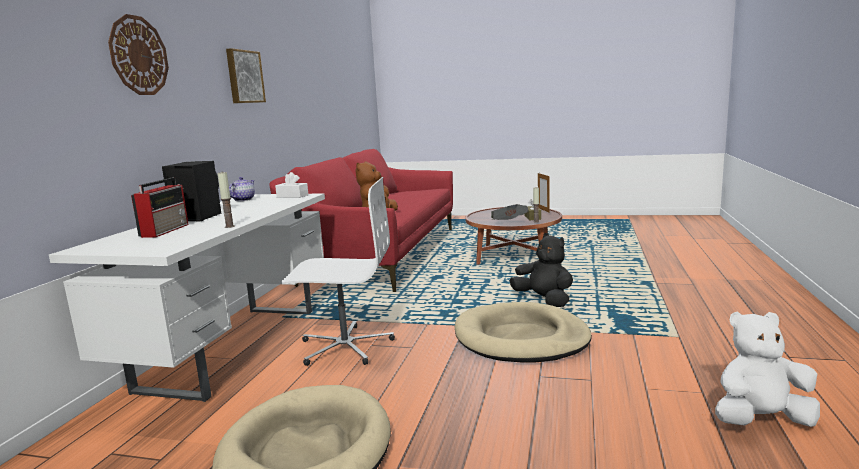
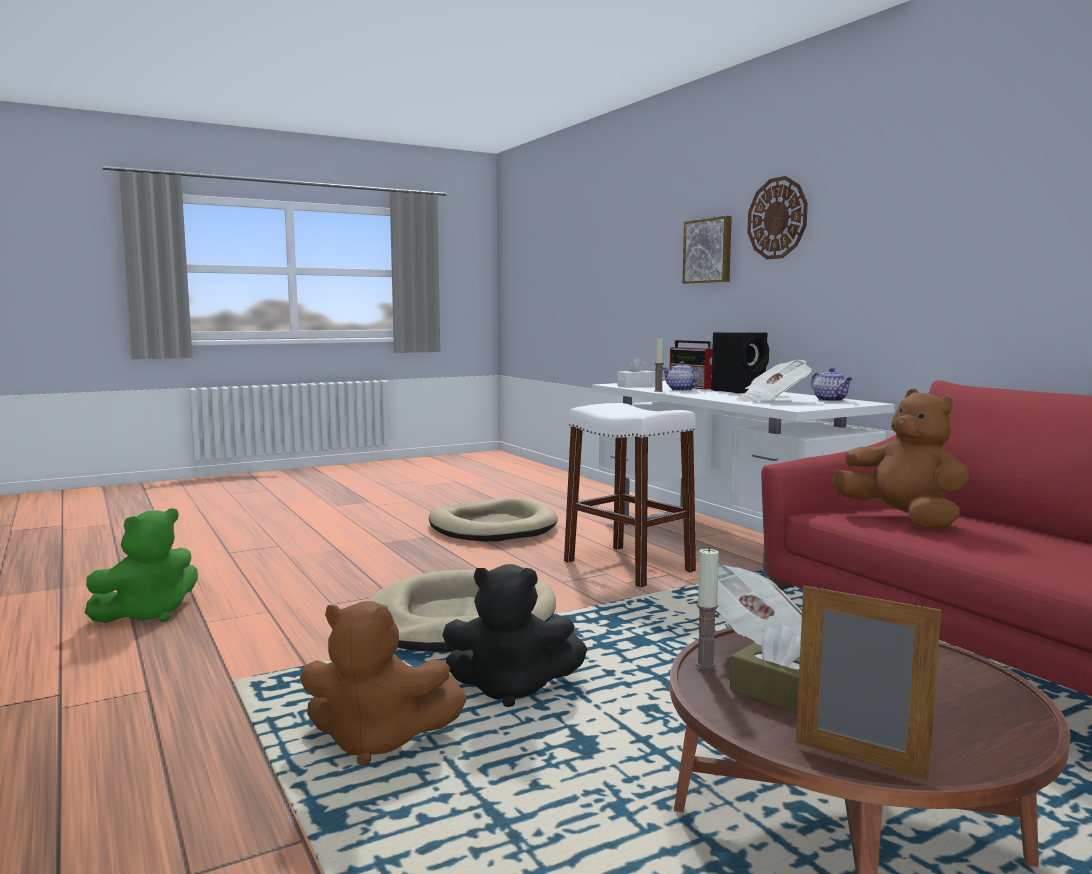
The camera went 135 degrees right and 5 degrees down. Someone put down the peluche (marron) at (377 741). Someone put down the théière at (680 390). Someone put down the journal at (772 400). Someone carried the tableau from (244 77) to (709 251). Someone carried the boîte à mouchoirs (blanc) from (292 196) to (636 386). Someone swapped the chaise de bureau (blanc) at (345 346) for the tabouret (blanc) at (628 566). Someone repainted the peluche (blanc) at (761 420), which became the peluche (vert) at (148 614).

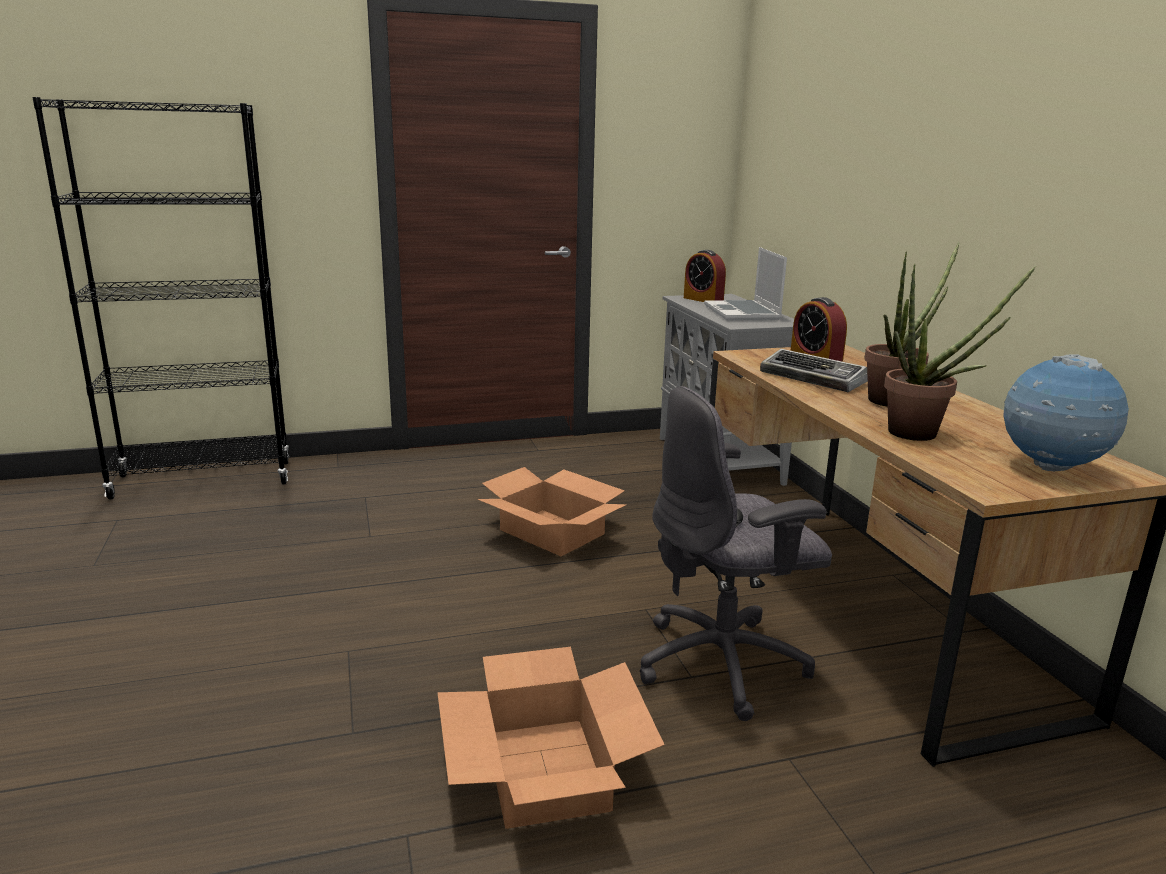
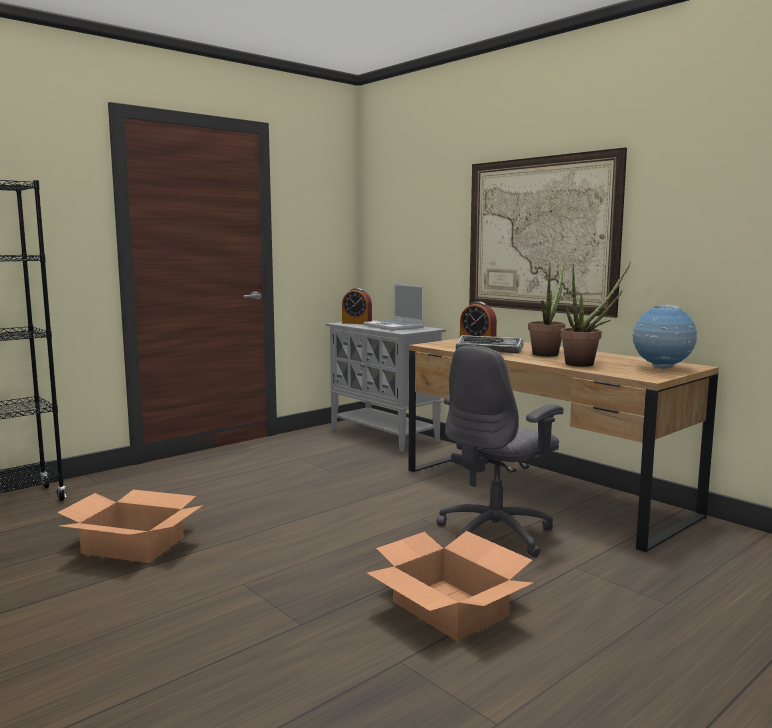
The camera went 25 degrees left and 10 degrees down. Someone put up the tableau at (540 235). Someone carried the carton from (552 532) to (133 545).

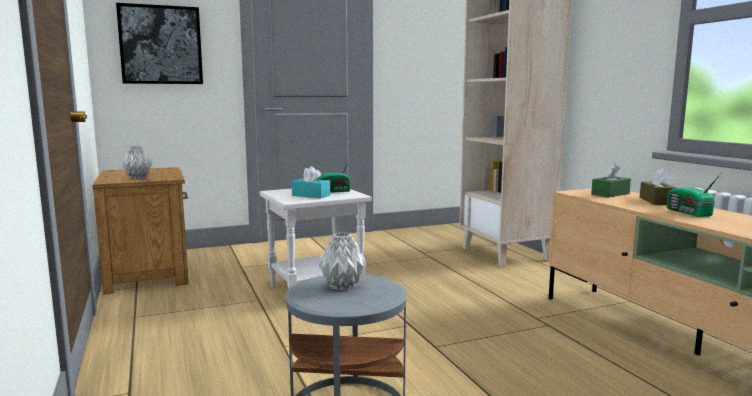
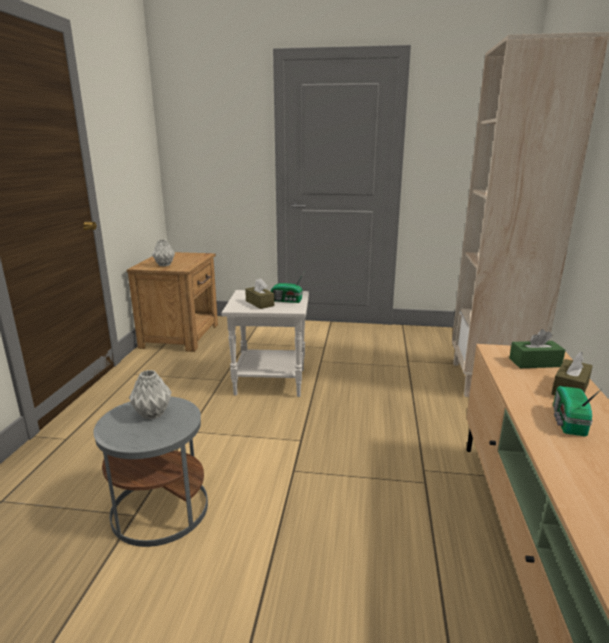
The camera went 30 degrees right and 10 degrees up. Someone took away the tableau at (161 45). Someone repainted the boîte à mouchoirs (turquoise) at (311 195), which became the boîte à mouchoirs (marron) at (259 303).

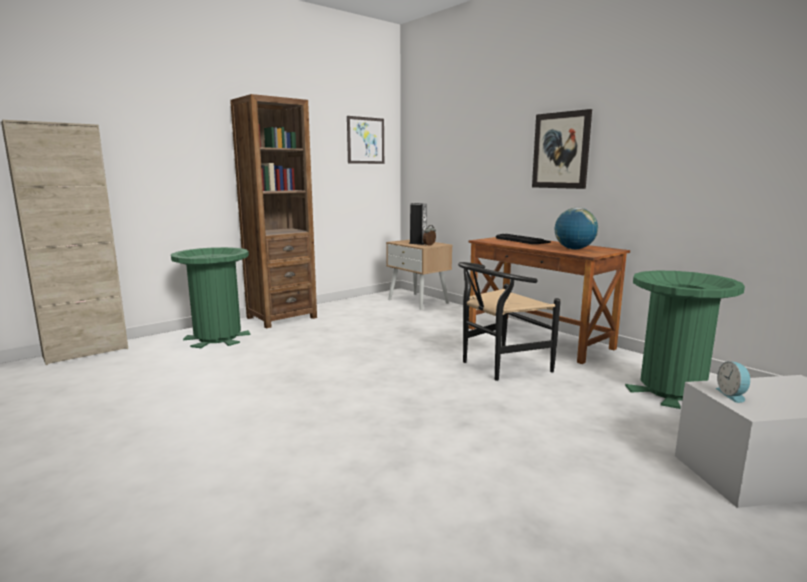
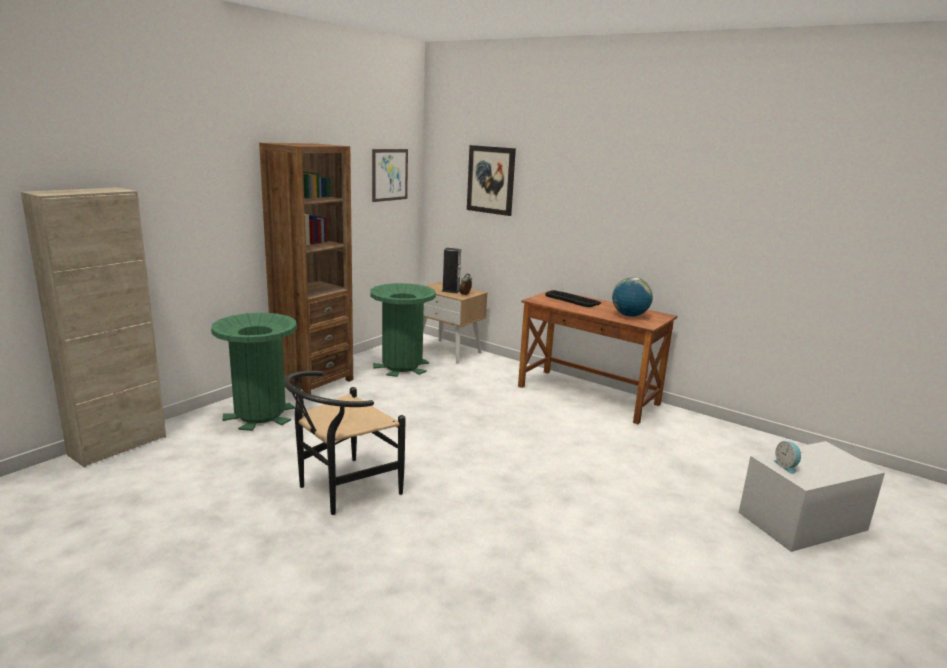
The camera went 15 degrees left and 5 degrees up. Someone carried the chaise (noir) from (498 366) to (341 490). Someone carried the tableau from (561 150) to (491 180). Someone carried the poubelle (vert) from (671 390) to (402 366).

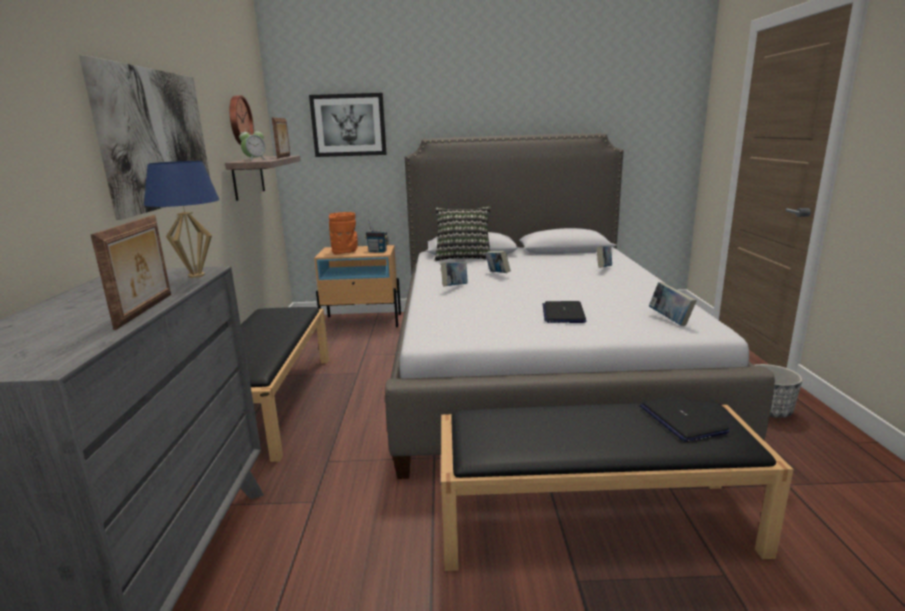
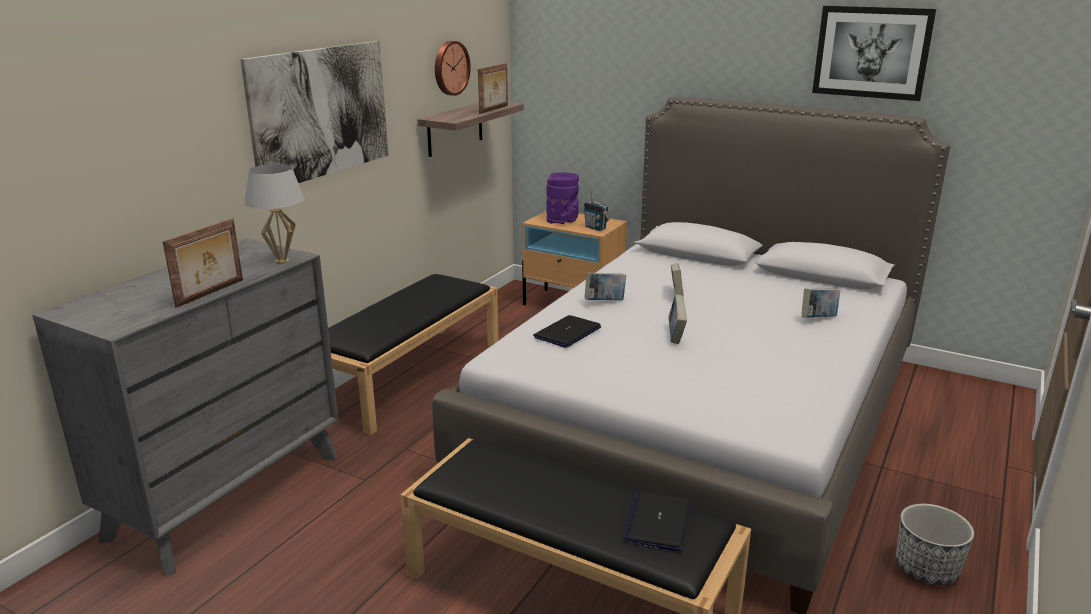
The camera went 30 degrees right and 5 degrees up. Someone took away the réveil at (255 159). Someone took away the coussin at (463 257). Someone carried the tableau from (348 125) to (871 52). Someone carried the ordinateur portable from (563 313) to (567 332). Someone carried the livre from (670 320) to (675 335). Someone repainted the lampe de table (bleu) at (196 275), which became the lampe de table (blanc) at (283 261). Someone repainted the vase (orange) at (345 251), which became the vase (violet) at (562 220).

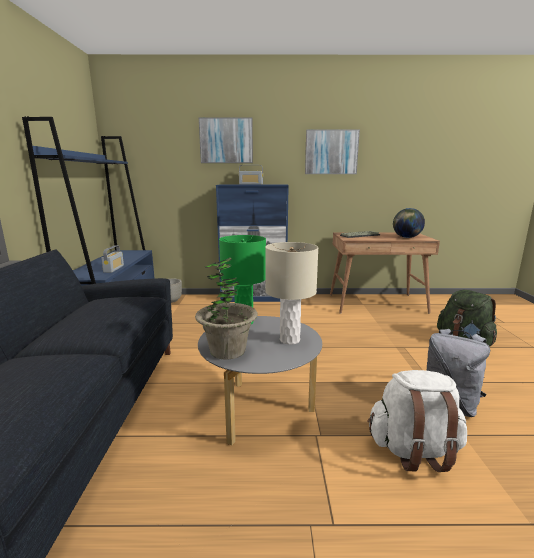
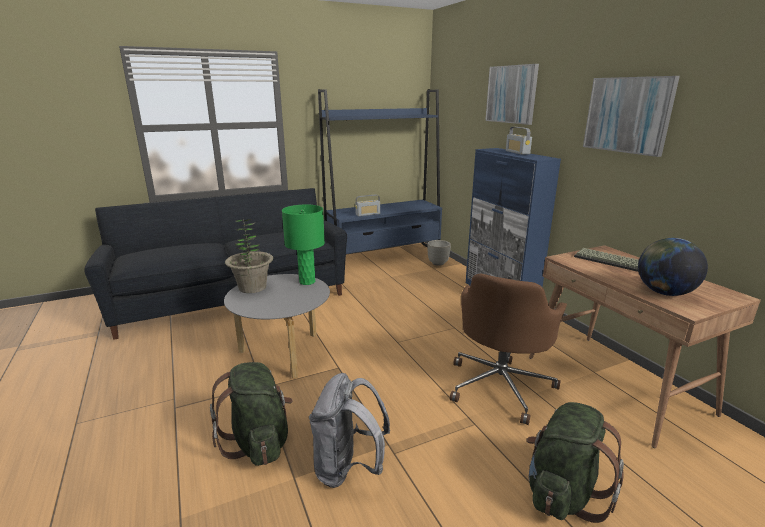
The camera went 65 degrees right and 5 degrees up. Someone took away the lampe de table (beige) at (290 340). Someone put down the chaise de bureau (marron) at (500 385). Someone repainted the sac à dos (blanc) at (414 450), which became the sac à dos (vert) at (259 442).

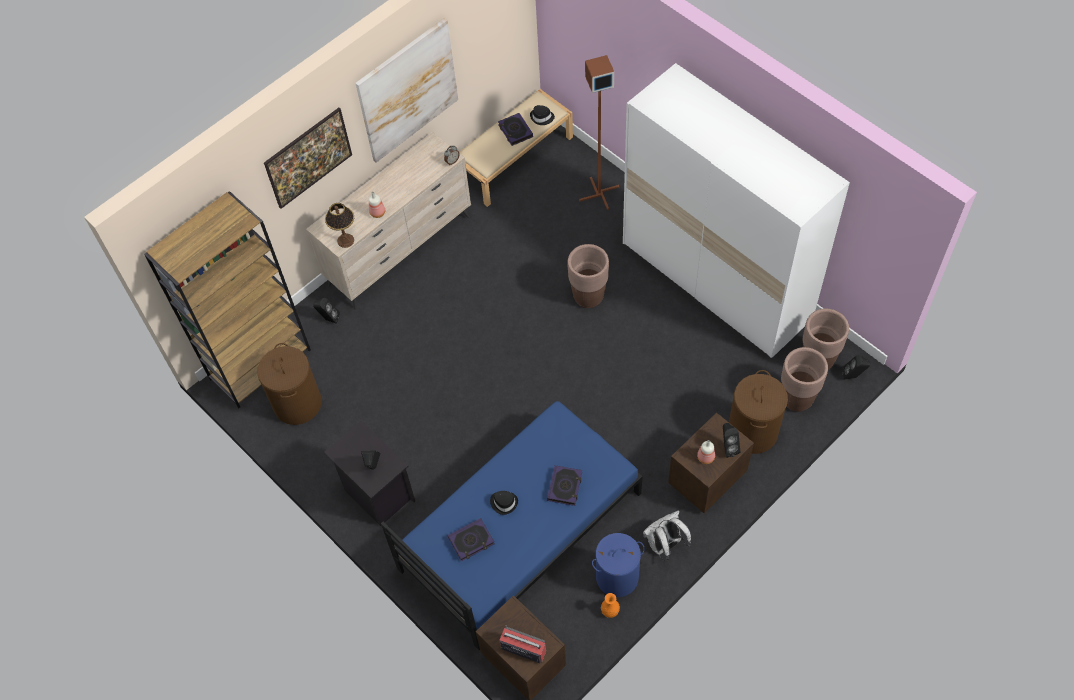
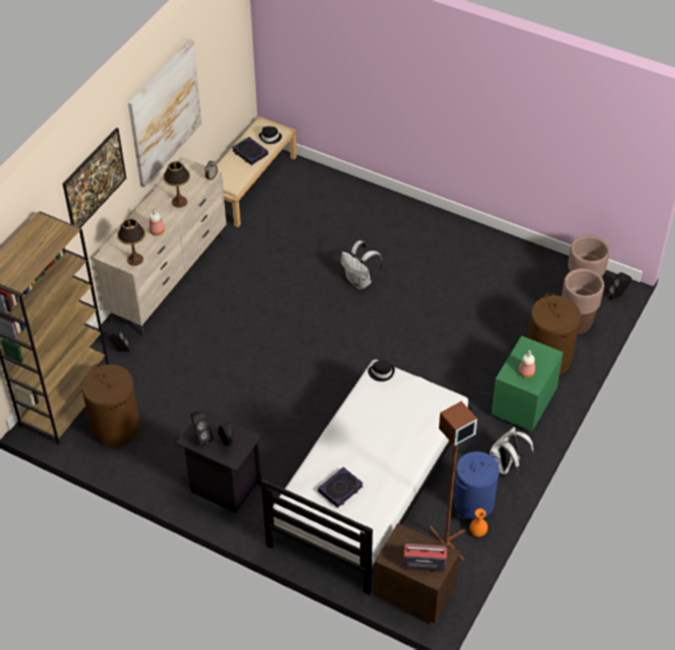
The camera went 20 degrees left and 10 degrees down. Someone took away the livre at (565 487). Someone took away the armoire (blanc) at (716 281). Someone put down the lampe de table at (179 202). Someone carried the chapeau (noir) from (504 502) to (381 372). Someone carried the lampadaire (marron) from (598 193) to (445 543). Someone carried the enceinte (noir) from (728 447) to (201 438). Someone swapped the cache-pot (marron) at (588 296) for the sac à dos (blanc) at (360 281). Someone repainted the lit (bleu) at (520 530), which became the lit (blanc) at (370 486). Someone repainted the table de chevet (marron) at (705 479), which became the table de chevet (vert) at (522 405).

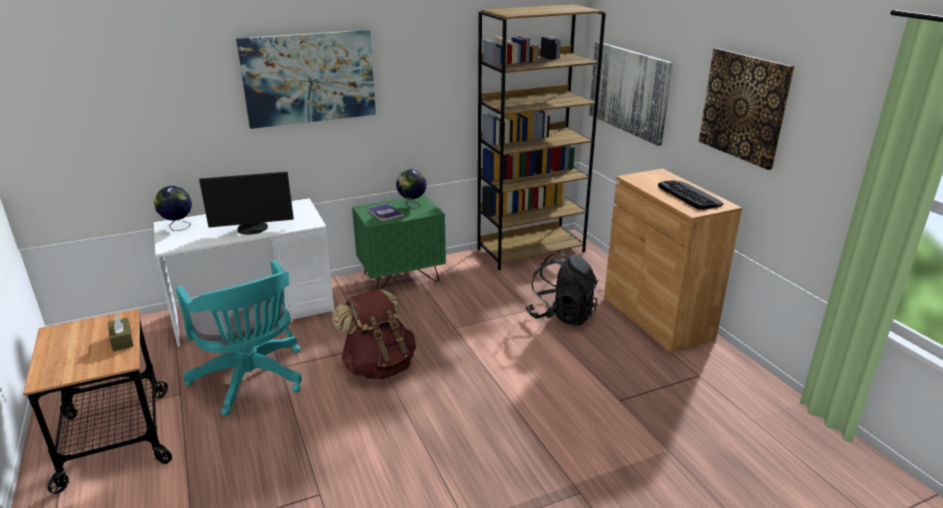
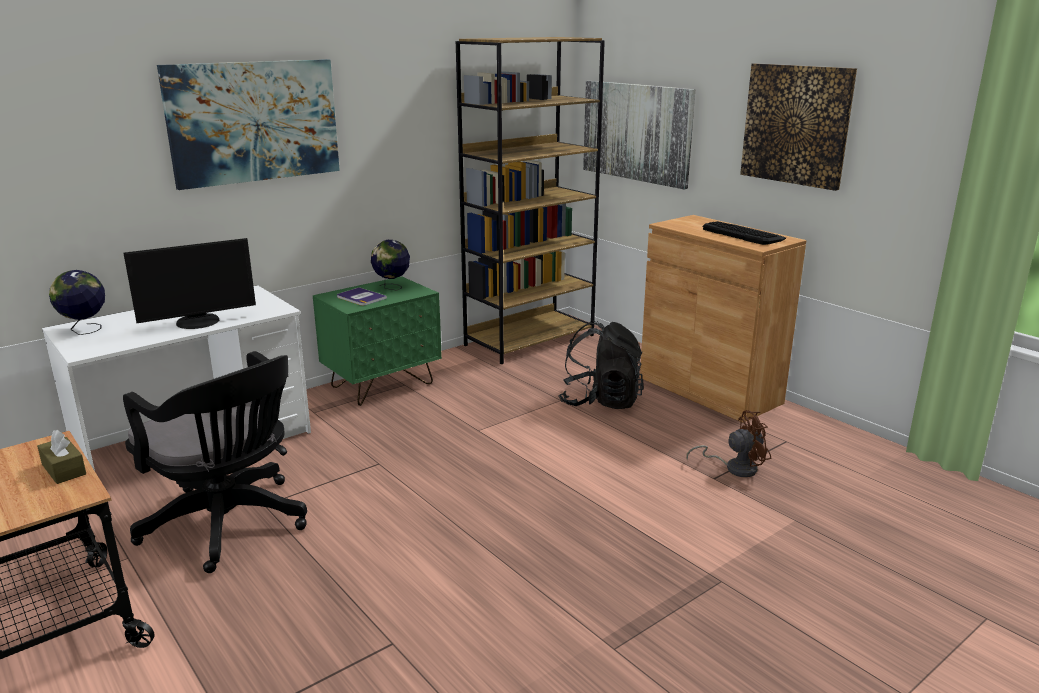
The camera went 15 degrees left and 5 degrees down. Someone took away the sac à dos (marron) at (378 366). Someone put down the ventilateur (marron) at (734 467). Someone repainted the chaise de bureau (turquoise) at (252 380), which became the chaise de bureau (noir) at (230 526).

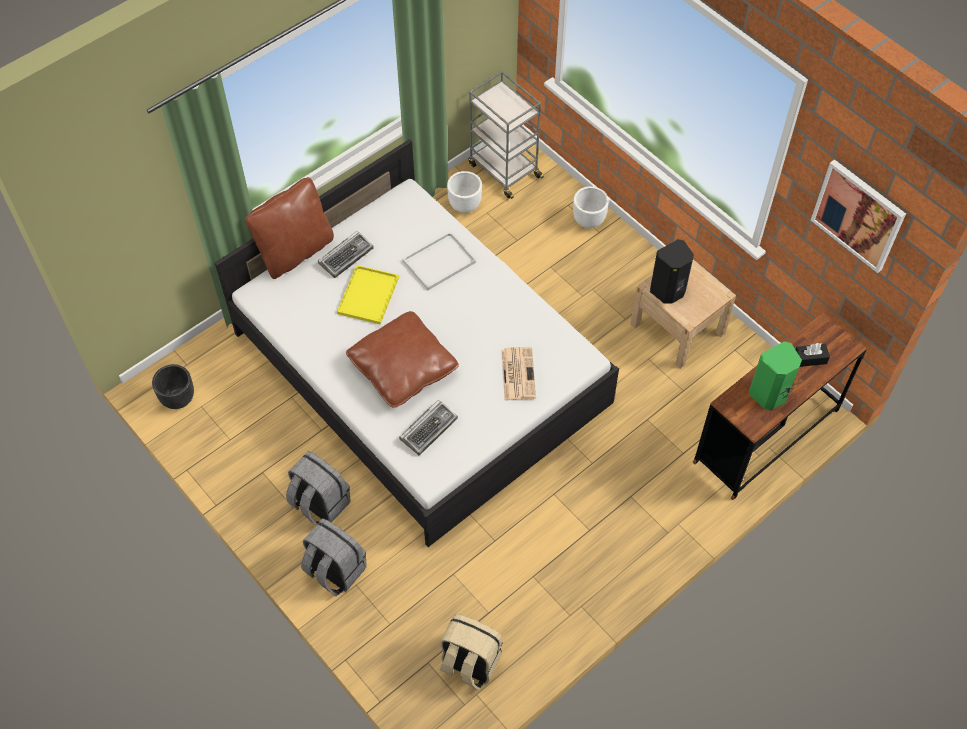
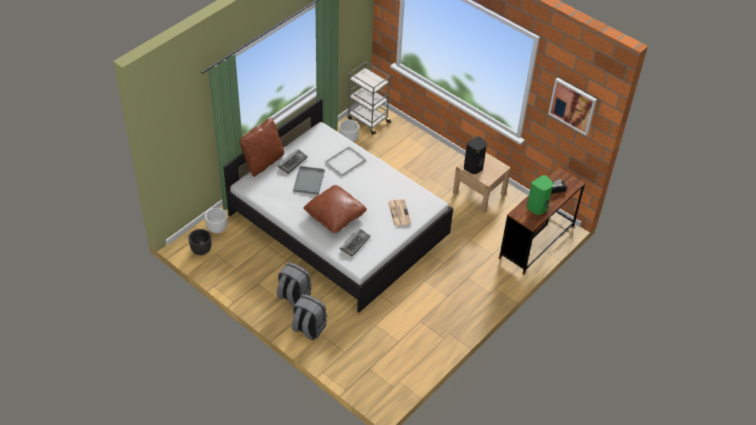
The camera went 10 degrees left and 10 degrees down. Someone took away the sac à dos (beige) at (469 663). Someone carried the cache-pot (blanc) from (589 220) to (217 229). Someone repainted the plateau (jaune) at (368 294), which became the plateau (gris) at (308 180).

